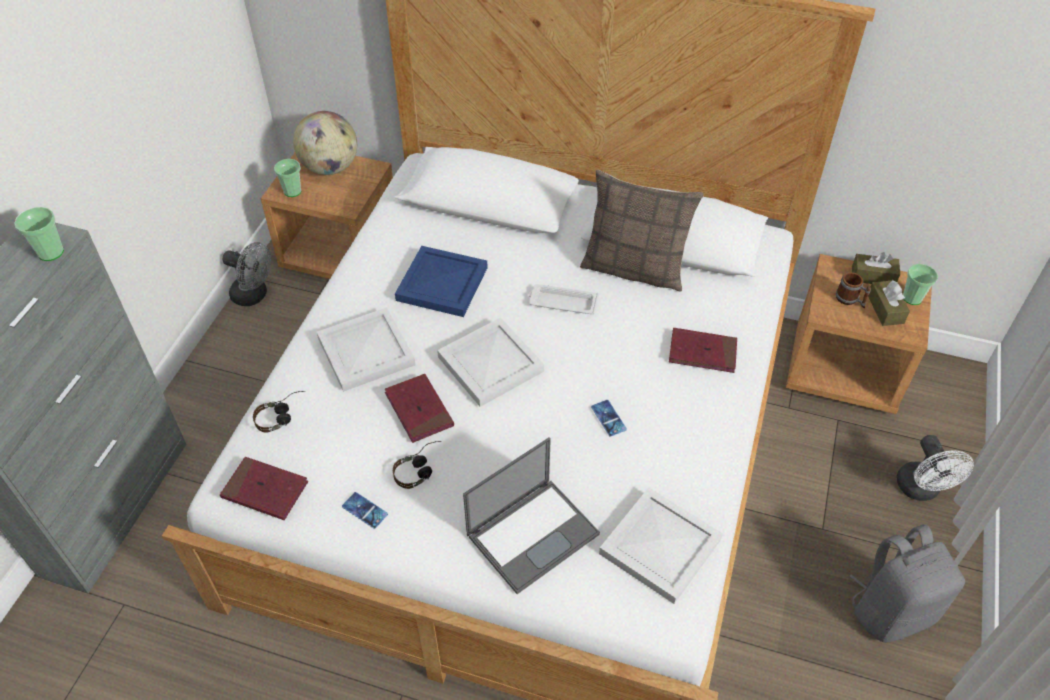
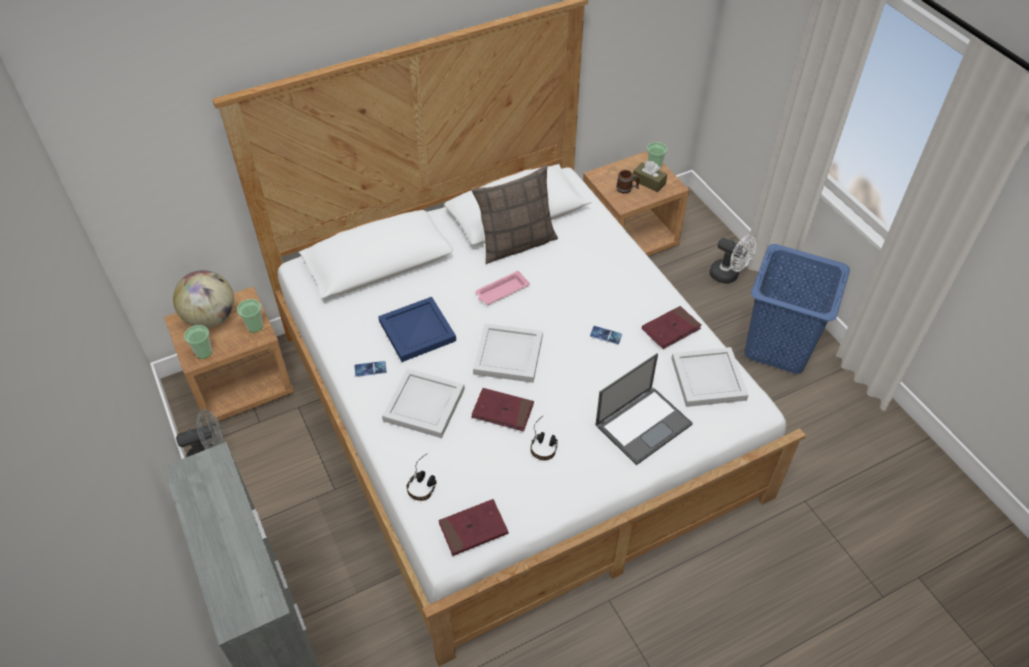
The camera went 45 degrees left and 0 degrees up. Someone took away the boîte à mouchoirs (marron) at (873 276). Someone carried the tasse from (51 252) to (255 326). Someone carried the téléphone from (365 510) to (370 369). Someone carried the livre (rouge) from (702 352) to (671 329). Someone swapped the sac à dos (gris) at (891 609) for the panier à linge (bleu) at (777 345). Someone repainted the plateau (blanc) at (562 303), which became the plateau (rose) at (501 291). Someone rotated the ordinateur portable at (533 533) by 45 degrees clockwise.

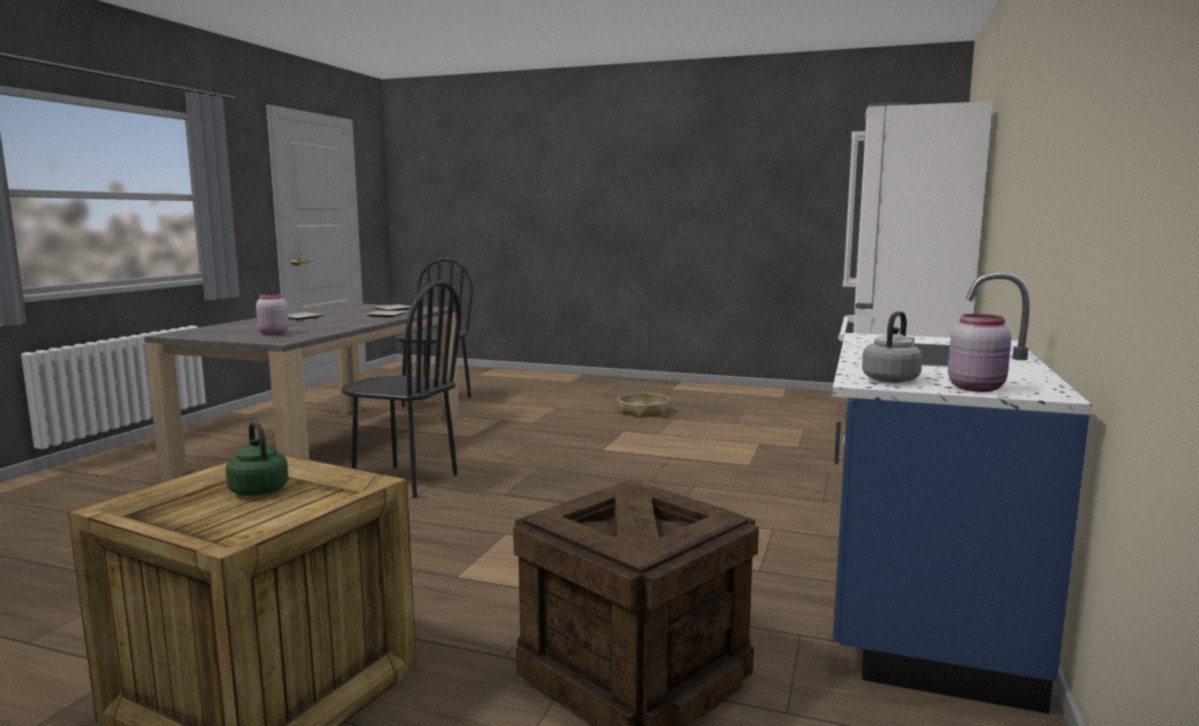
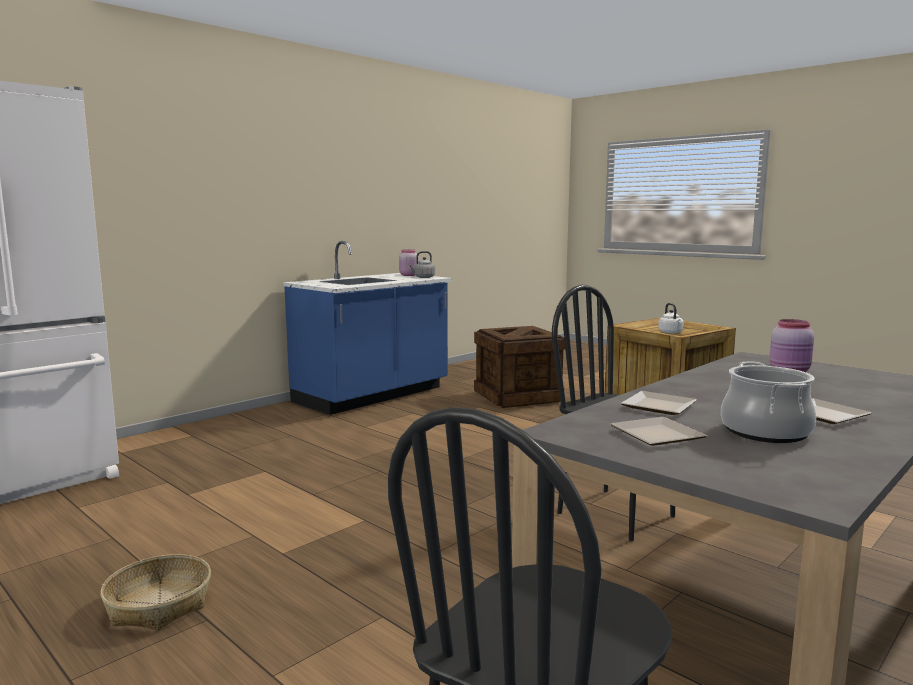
The camera went 155 degrees left and 0 degrees up. Someone put down the marmite at (765 431). Someone repainted the bouilloire (vert) at (258 490), which became the bouilloire (blanc) at (671 333).

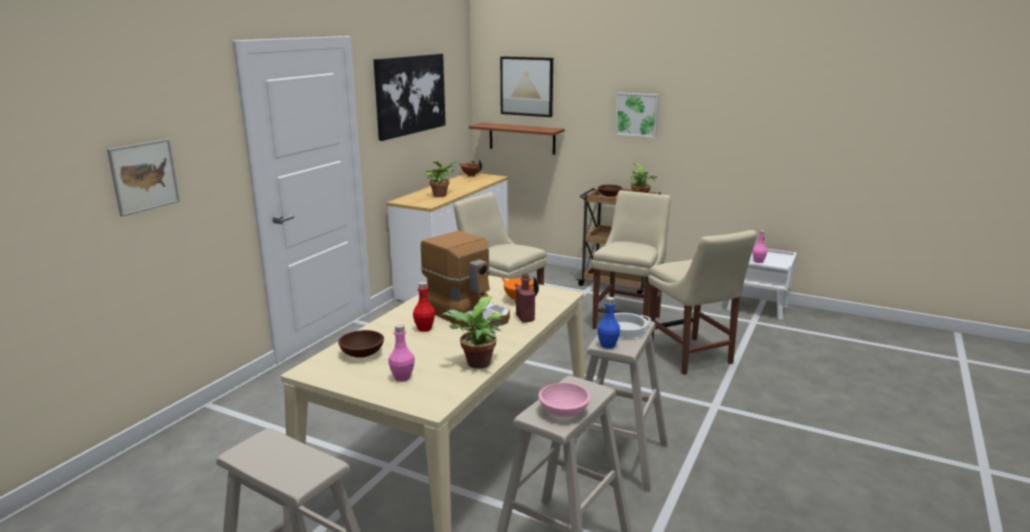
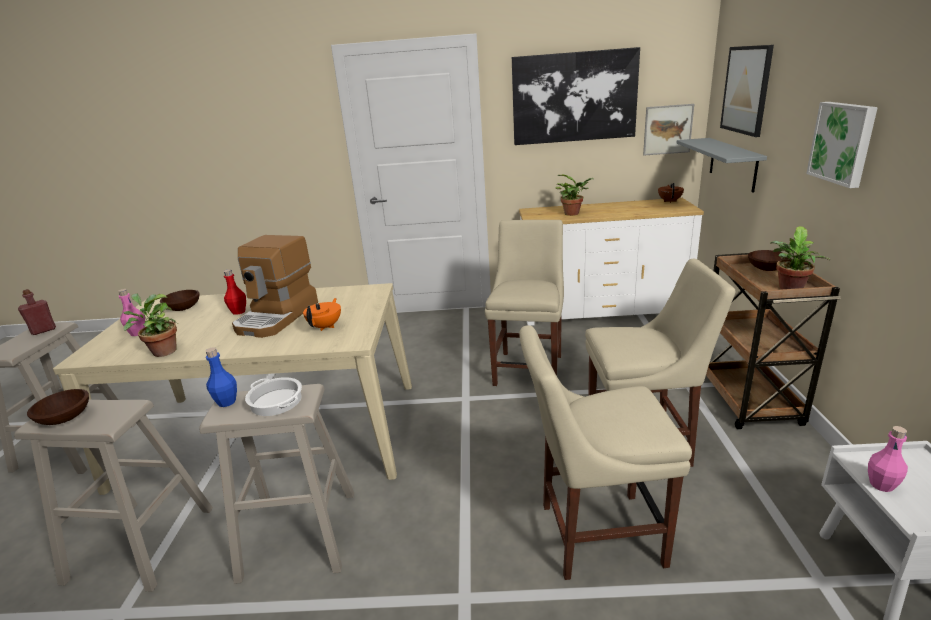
The camera went 65 degrees right and 5 degrees up. Someone carried the tableau from (144 176) to (667 129). Someone carried the bouteille (rouge) from (525 318) to (43 330). Someone repainted the étagère (marron) at (522 138), which became the étagère (gris) at (733 164). Someone repainted the bol (rose) at (564 411), which became the bol (marron) at (64 418). Someone rotated the chaise (beige) at (691 357) by 45 degrees clockwise.

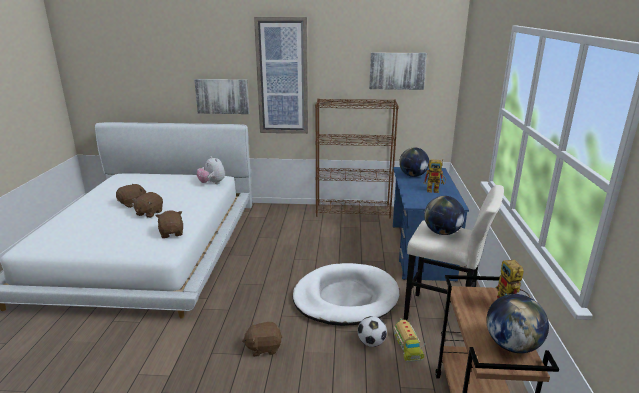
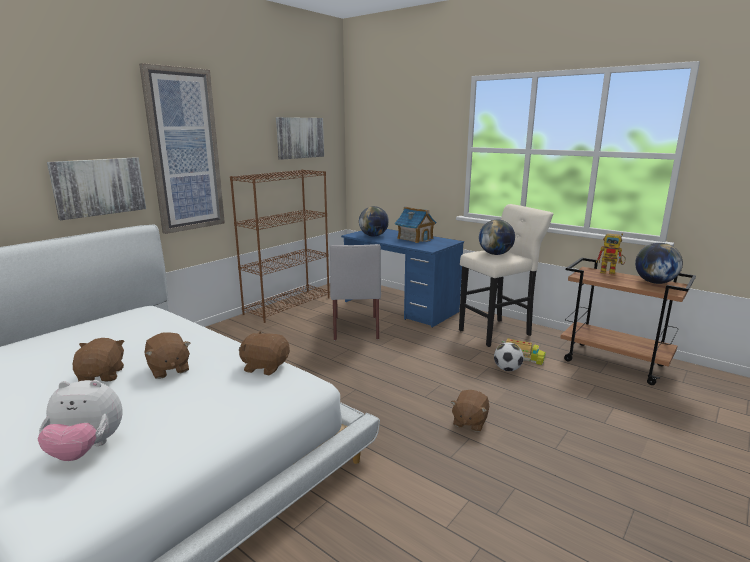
The camera went 55 degrees left and 5 degrees down. Someone took away the panier pour chien (blanc) at (345 298). Someone put down the chaise (gris) at (355 327). Someone carried the peluche from (212 183) to (87 449). Someone swapped the robot jouet at (435 190) for the maison miniature at (415 238).

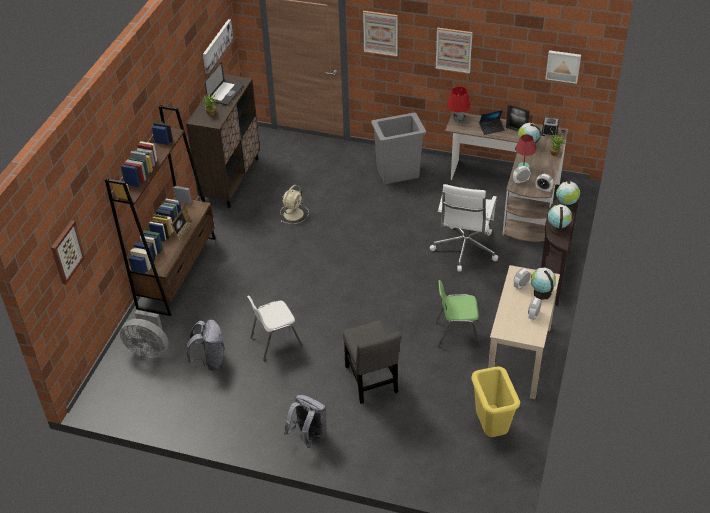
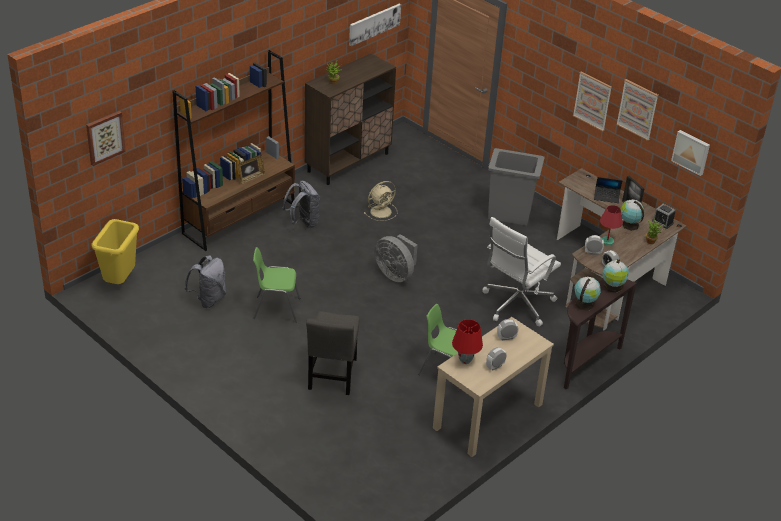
The camera went 25 degrees right and 5 degrees down. Someone took away the ordinateur portable at (225 93). Someone took away the globe at (541 292). Someone carried the ventilateur (gris) from (149 350) to (395 274). Someone carried the sac à dos (gris) from (309 436) to (303 222). Someone carried the tableau from (380 33) to (637 109). Someone carried the lampe de table (rouge) from (458 119) to (465 361). Someone carried the poubelle (jaune) from (491 428) to (120 281). Someone repainted the chaise (blanc) at (275 342), which became the chaise (vert) at (276 308).

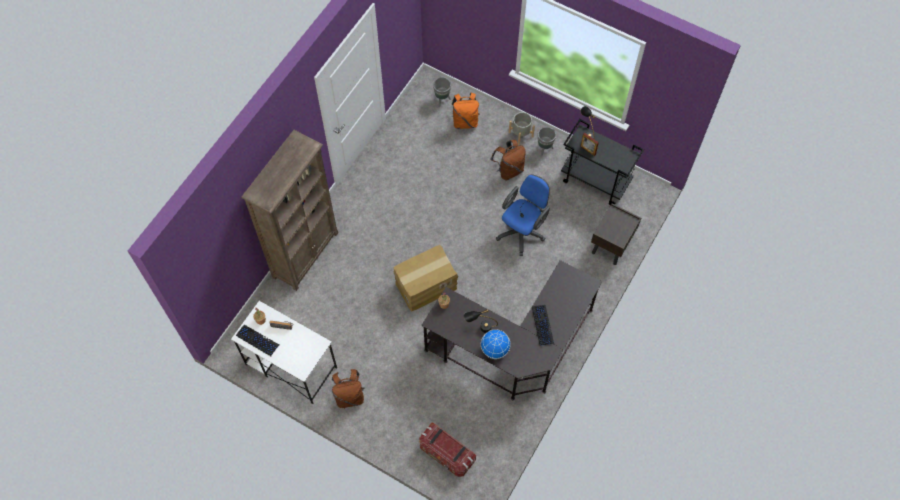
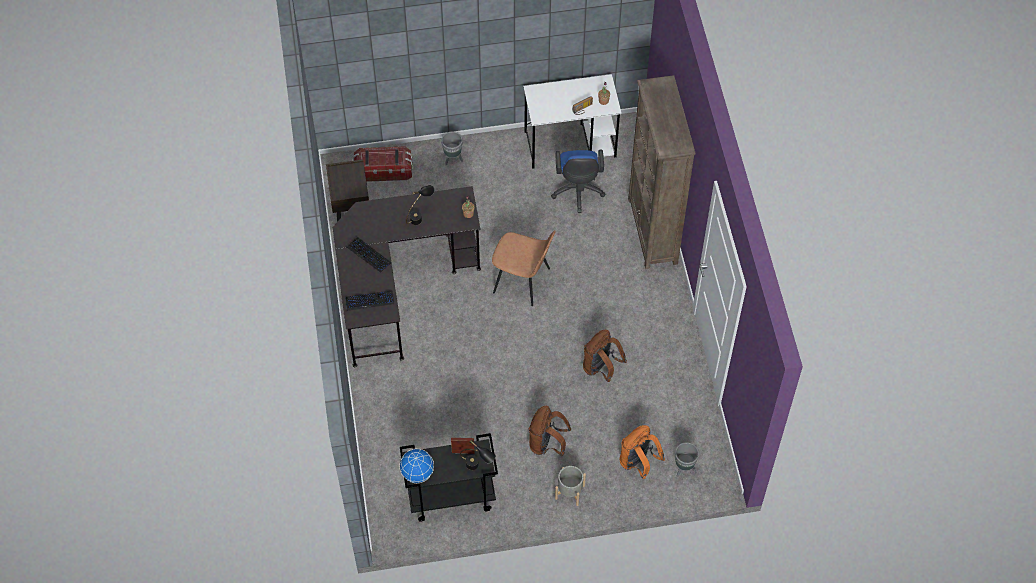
The camera went 140 degrees right and 5 degrees down. Someone carried the clavier from (257 340) to (370 300). Someone carried the sac à dos (marron) from (349 396) to (601 368). Someone carried the globe from (495 349) to (417 473). Someone carried the chaise de bureau (bleu) from (522 231) to (577 192). Someone carried the cache-pot (gris) from (544 149) to (453 159). Someone carried the table de chevet (marron) from (611 245) to (350 206). Someone swapped the carton at (425 285) for the chaise (marron) at (523 281).

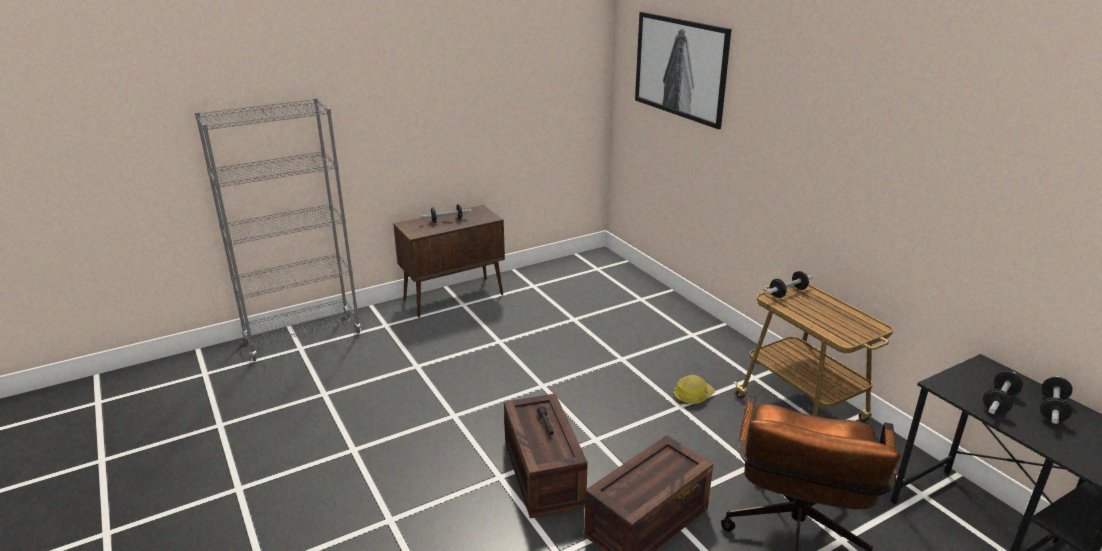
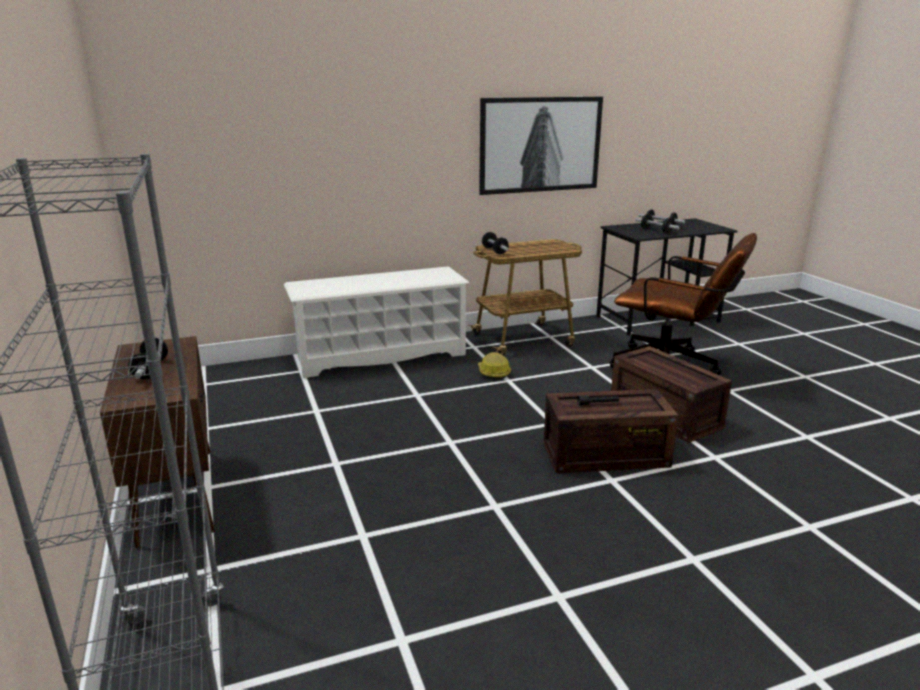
The camera went 80 degrees left and 5 degrees down. Someone put down the étagère à chaussures (blanc) at (380 355). Someone carried the tableau from (680 67) to (540 145).

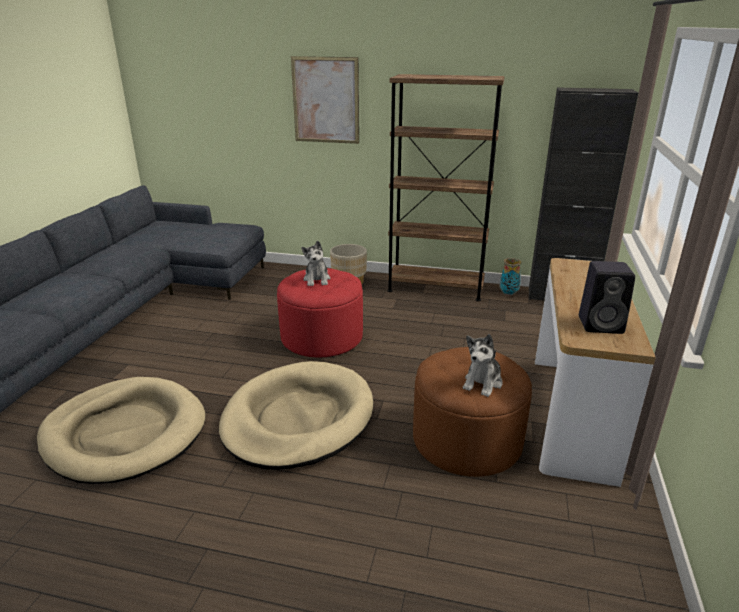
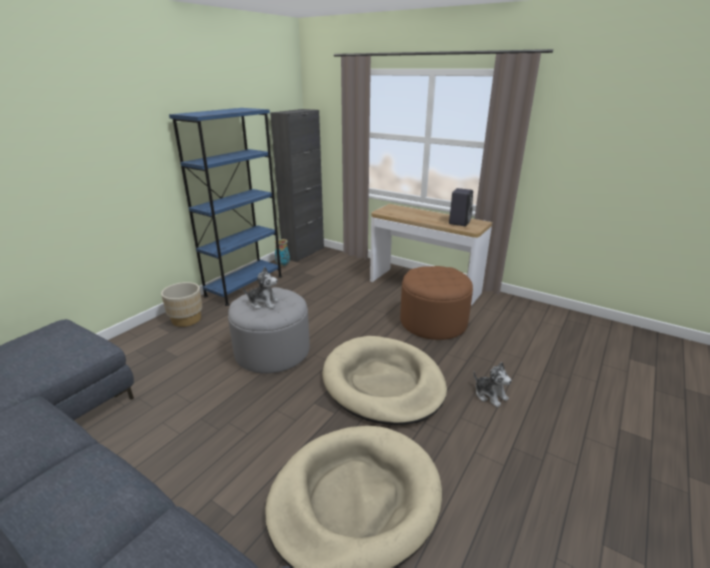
The camera went 70 degrees left and 0 degrees up. Someone took away the tableau at (325 100). Someone carried the peluche from (483 383) to (490 395). Someone repainted the pouf (rouge) at (322 337), which became the pouf (gris) at (272 351). Someone repainted the bibliothèque (marron) at (435 288), which became the bibliothèque (bleu) at (244 286).

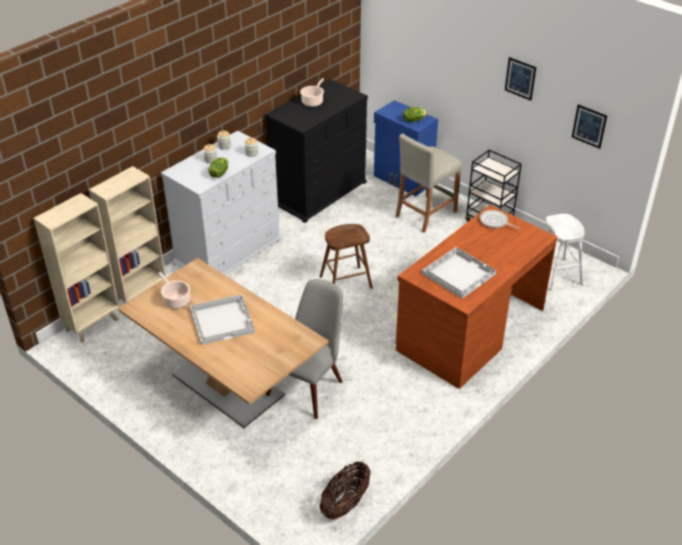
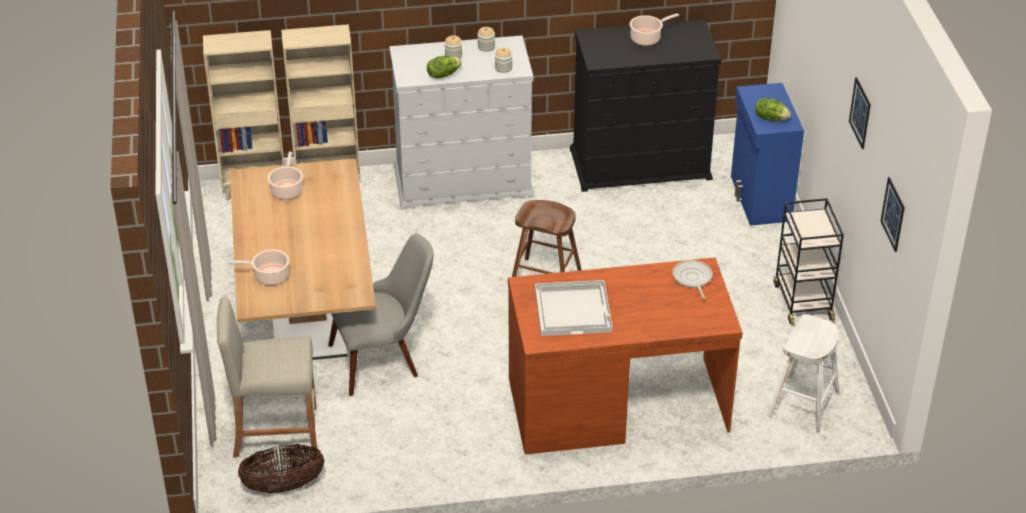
The camera went 40 degrees right and 0 degrees up. Someone took away the plateau (blanc) at (222 320). Someone put down the marmite at (269 276). Someone carried the tabouret (beige) from (425 213) to (275 432).

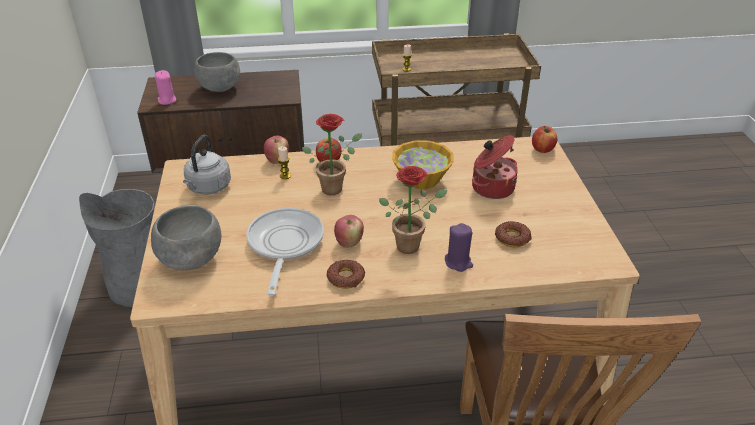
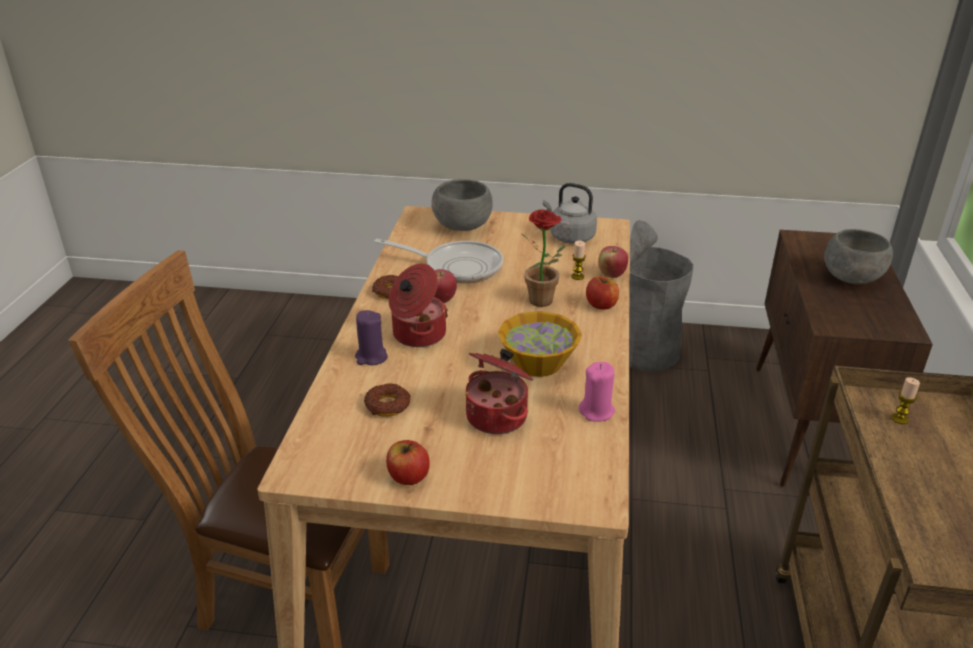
The camera went 105 degrees right and 5 degrees down. Someone carried the bougie (rose) from (167 100) to (597 411). Someone carried the pomme from (542 149) to (408 477). Someone swapped the plante en pot at (411 244) for the marmite at (417 334).

